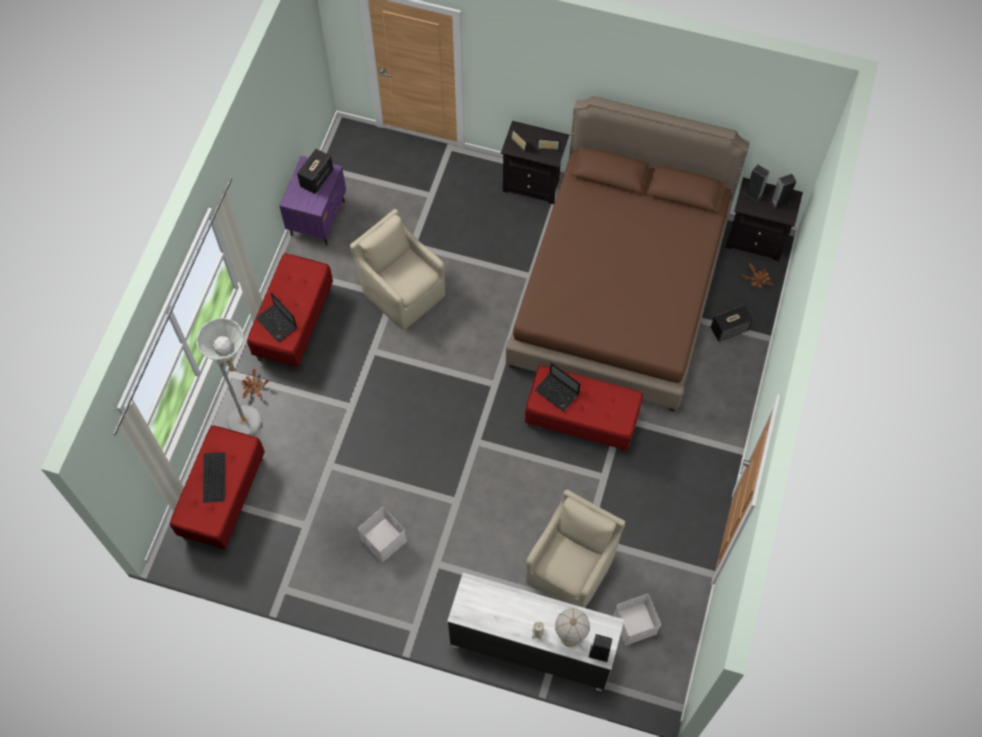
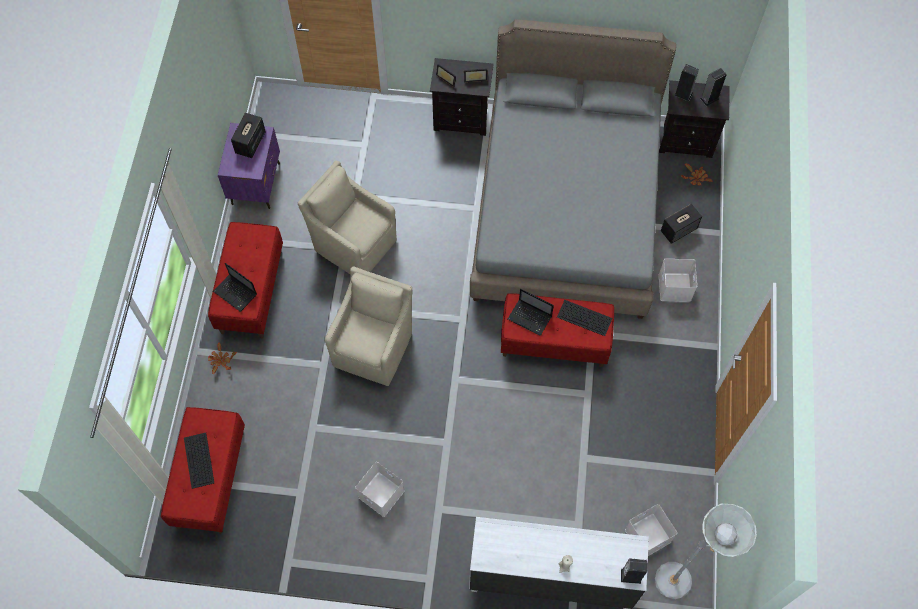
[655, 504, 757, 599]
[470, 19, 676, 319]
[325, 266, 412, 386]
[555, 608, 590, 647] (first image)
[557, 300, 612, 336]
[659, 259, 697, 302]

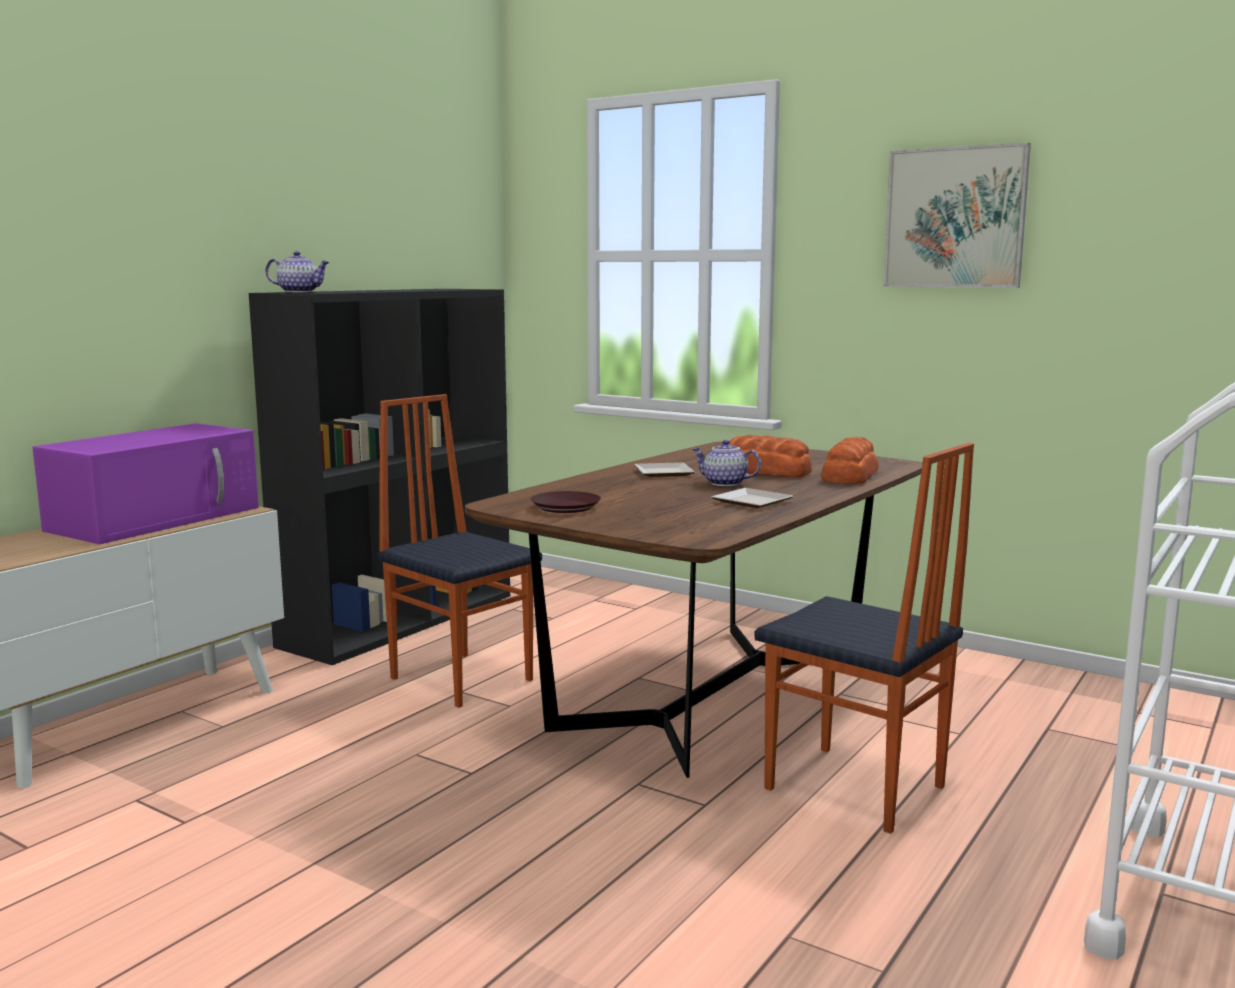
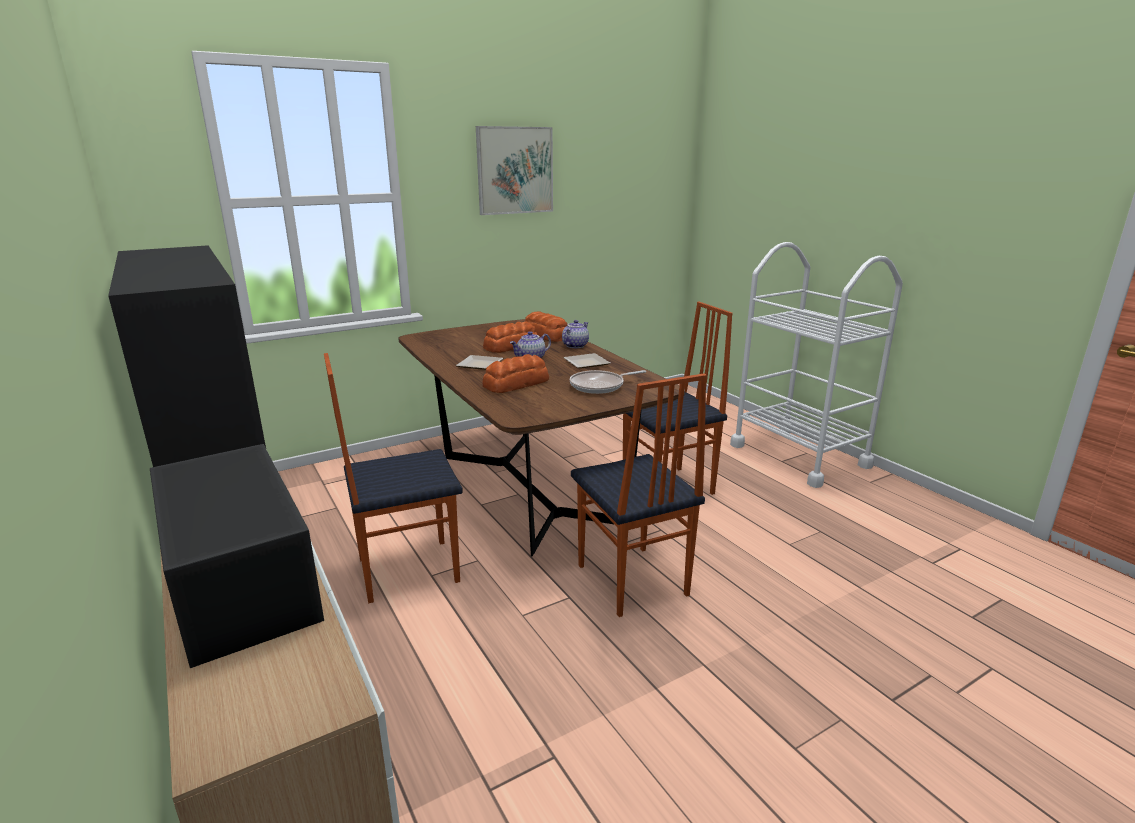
[150, 444, 324, 668]
[562, 320, 589, 348]
[531, 491, 601, 513] (first image)
[482, 354, 549, 393]
[570, 370, 646, 394]
[571, 374, 707, 617]

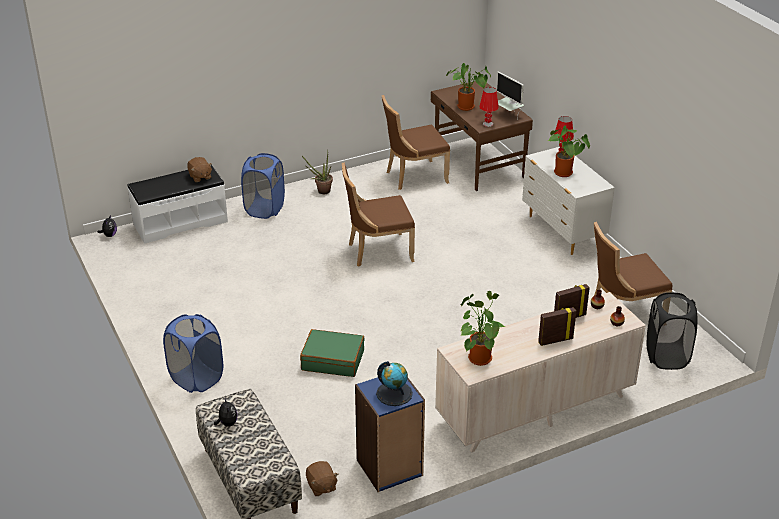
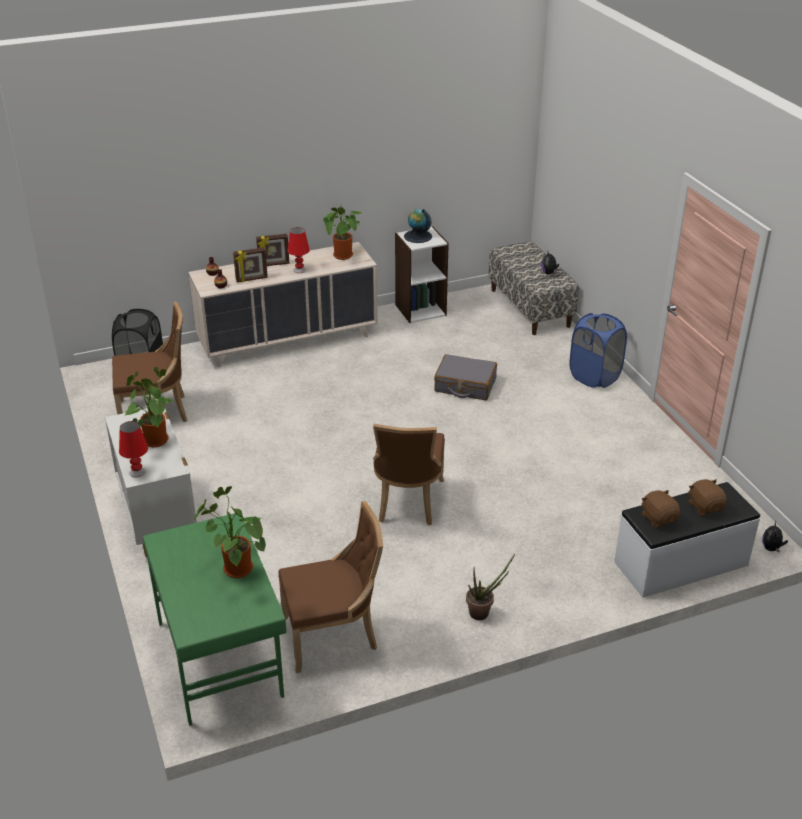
[241, 153, 285, 219] (first image)
[434, 354, 497, 400]
[688, 479, 727, 515]
[373, 424, 445, 525]
[395, 226, 449, 323]
[143, 513, 287, 726]
[287, 227, 310, 273]
[496, 71, 524, 120] (first image)

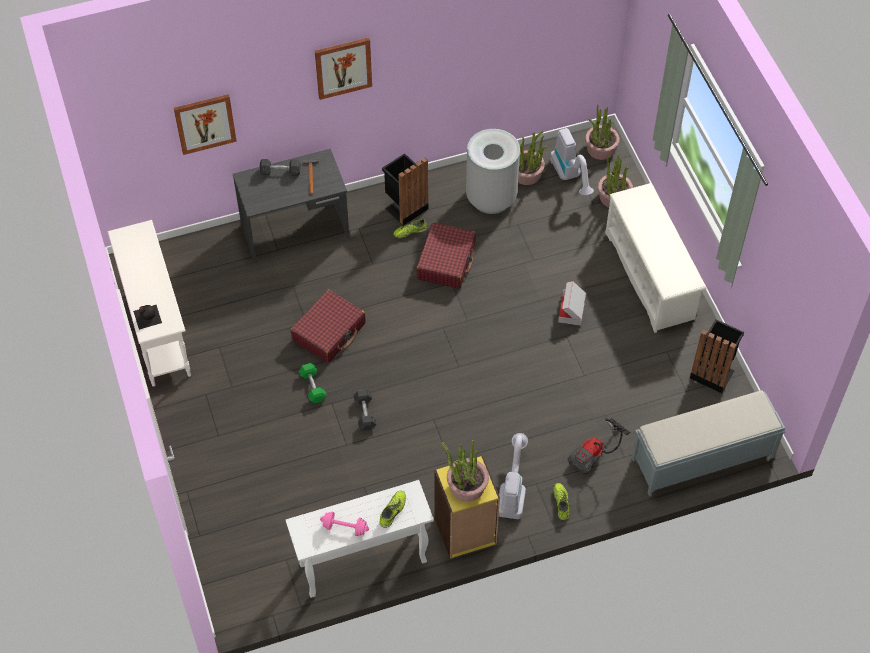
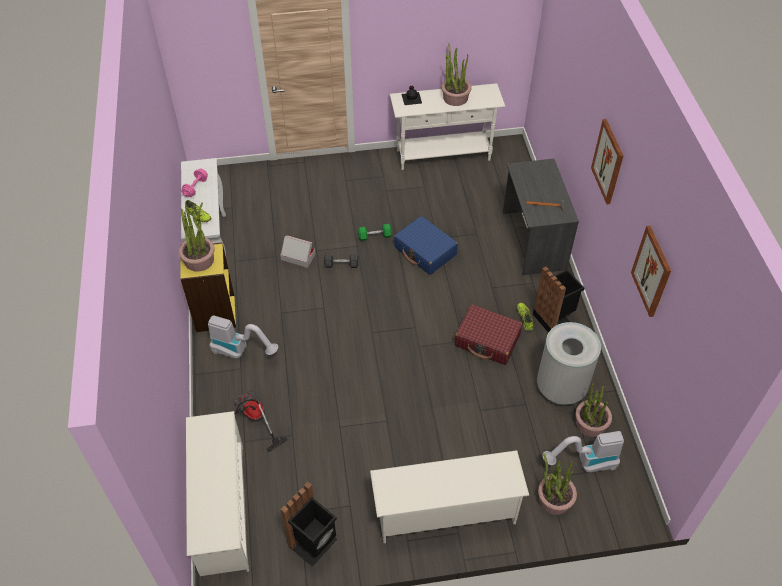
[631, 226, 671, 317]
[260, 159, 301, 176] (first image)
[394, 216, 458, 275]
[553, 483, 569, 520] (first image)
[280, 235, 315, 268]
[441, 43, 472, 106]
[186, 411, 249, 576]

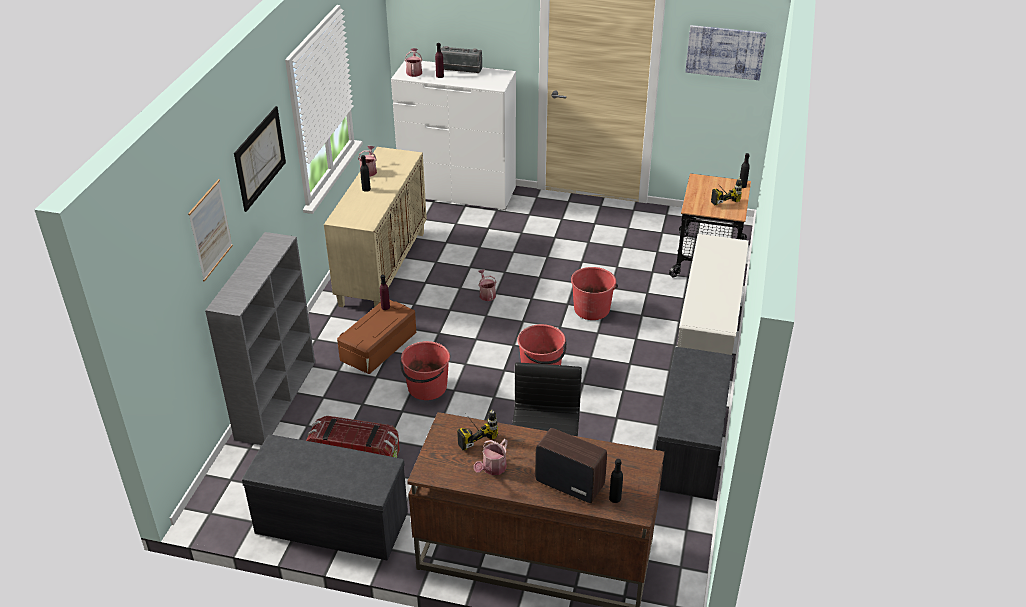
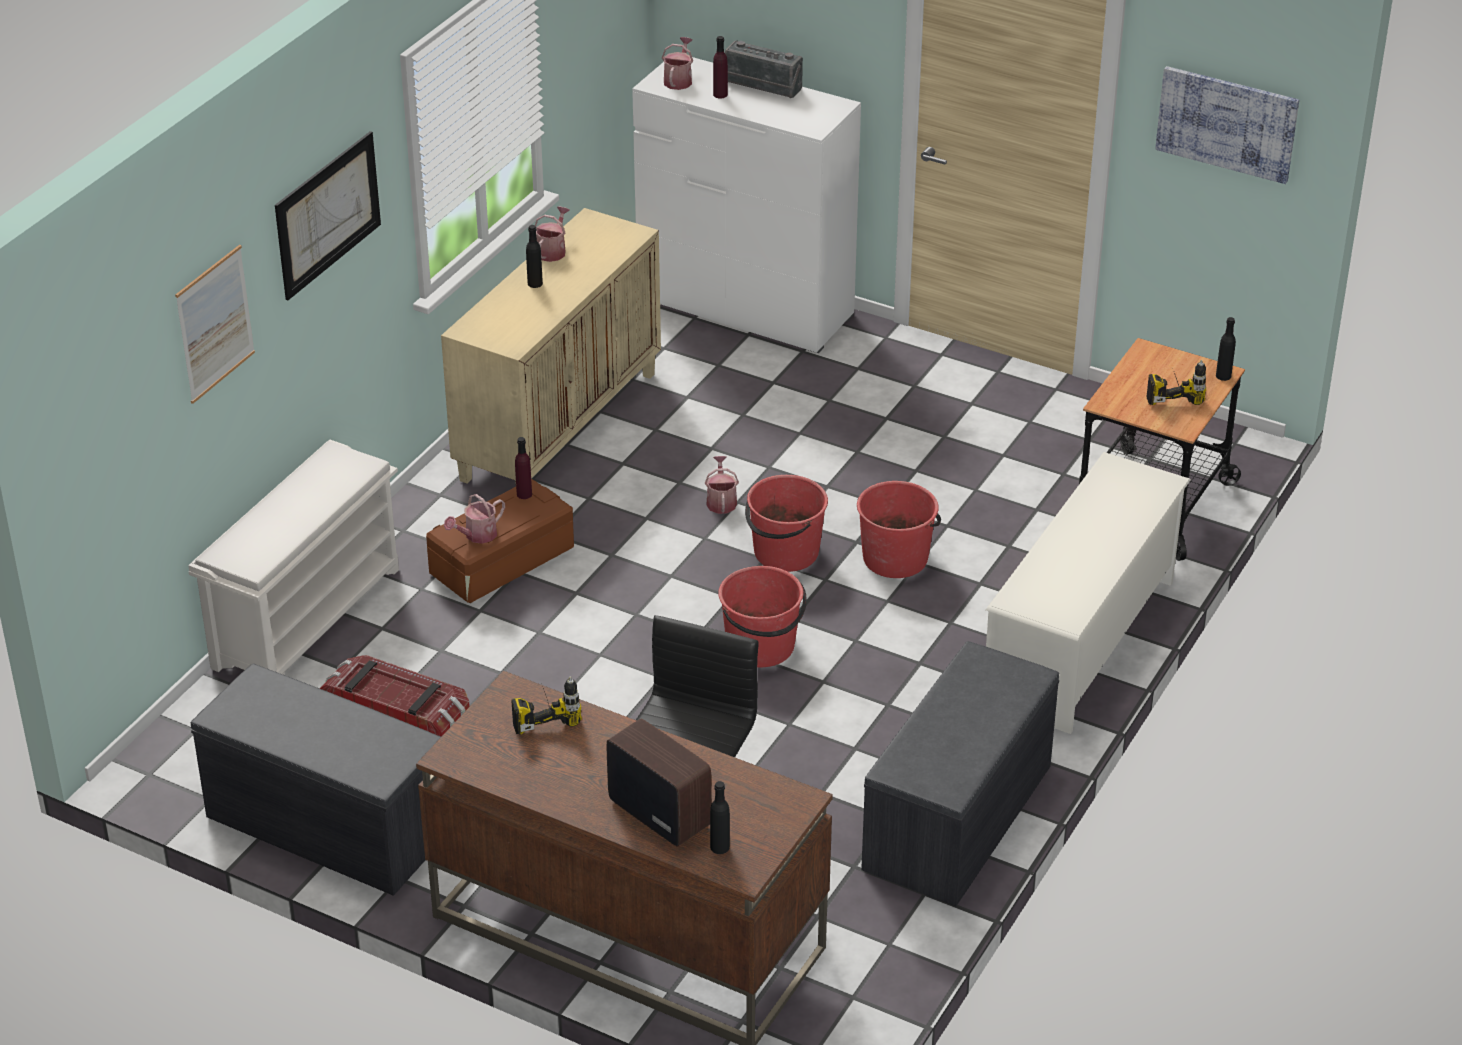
[188, 439, 399, 675]
[745, 475, 828, 572]
[444, 494, 505, 544]

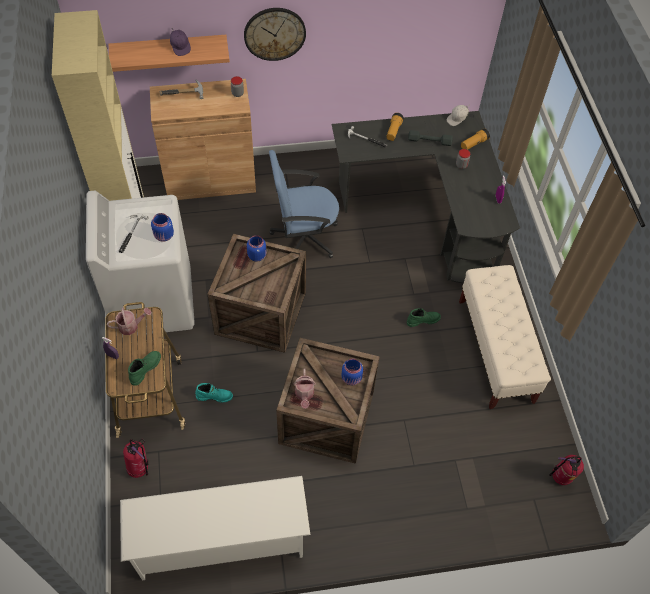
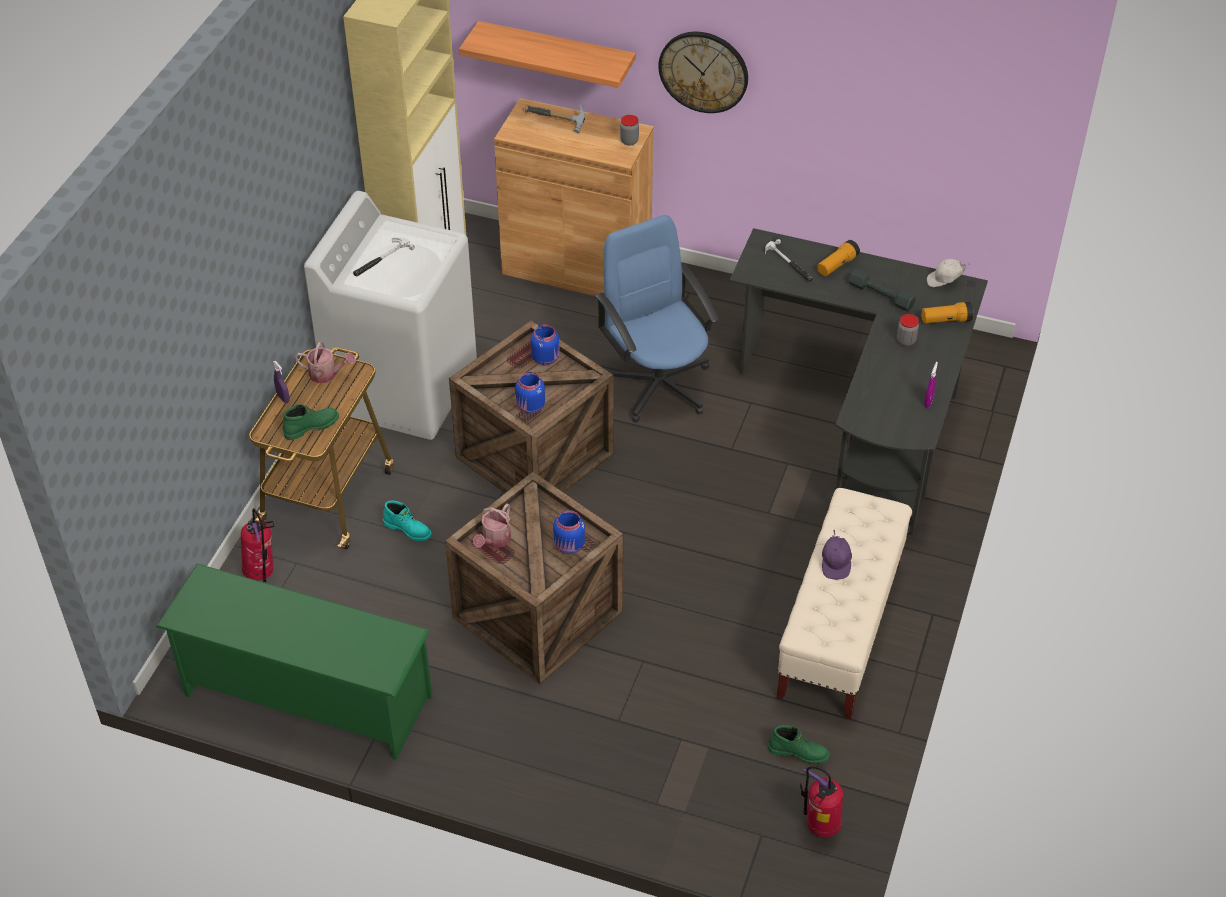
[156, 564, 433, 760]
[515, 372, 545, 414]
[822, 530, 852, 580]
[596, 215, 719, 423]
[768, 725, 830, 764]

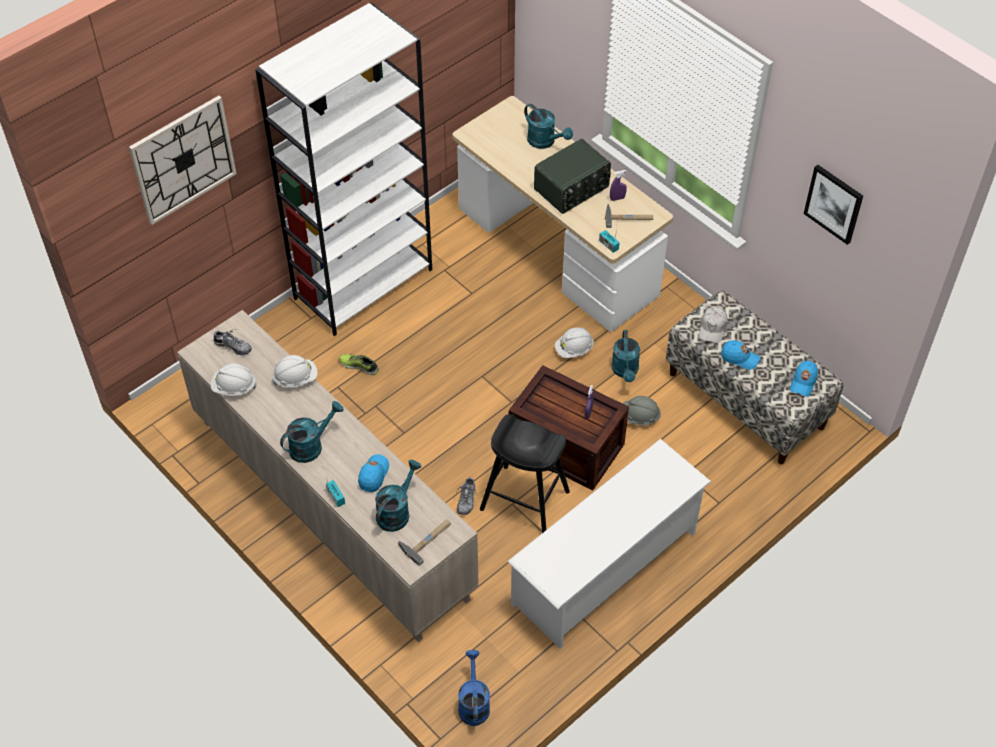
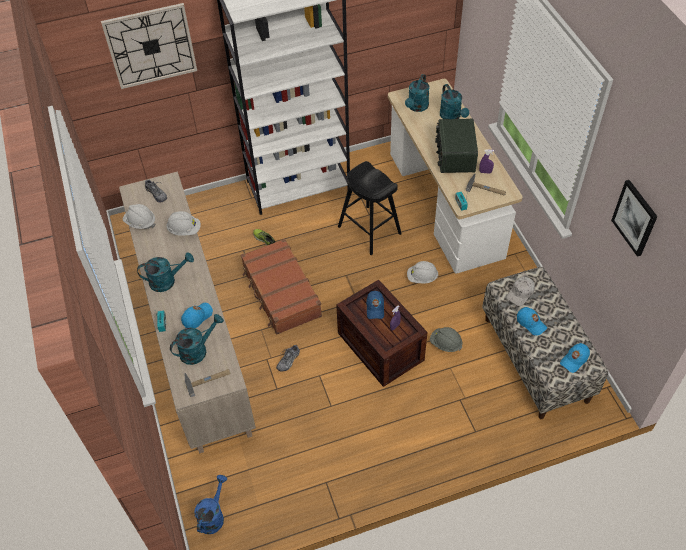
[338, 161, 402, 255]
[507, 439, 711, 649] (first image)
[435, 119, 478, 173]
[405, 74, 430, 112]
[241, 238, 322, 334]
[366, 291, 384, 319]

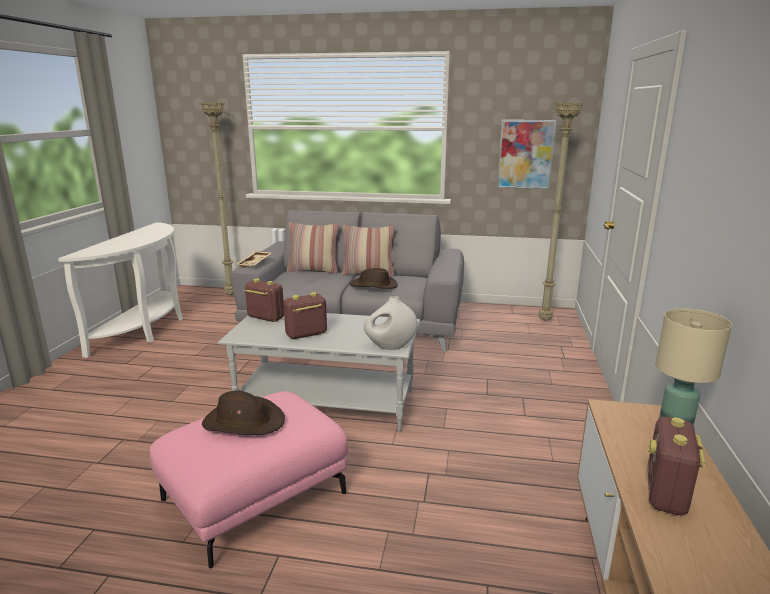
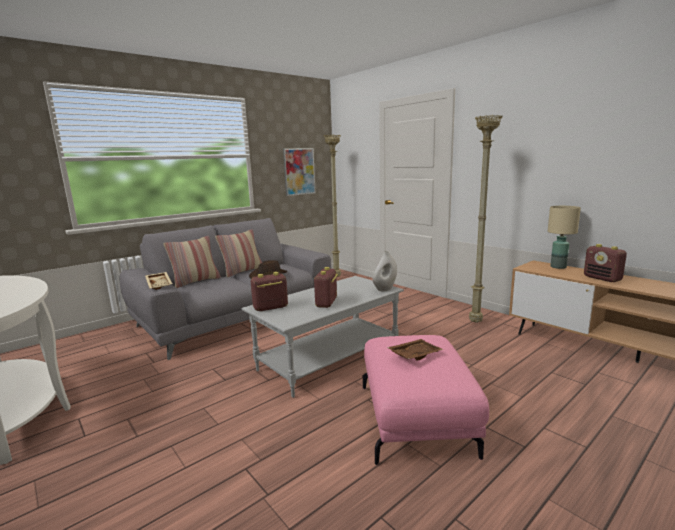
[469, 115, 502, 323]
[387, 339, 444, 361]

